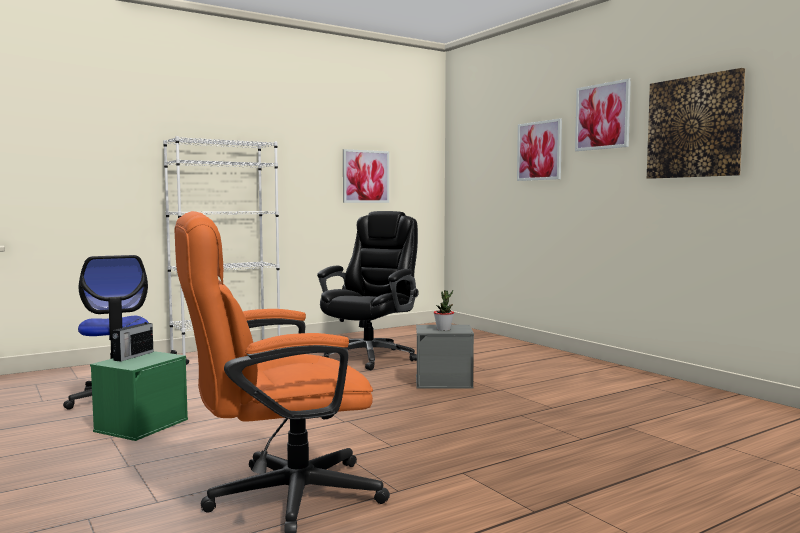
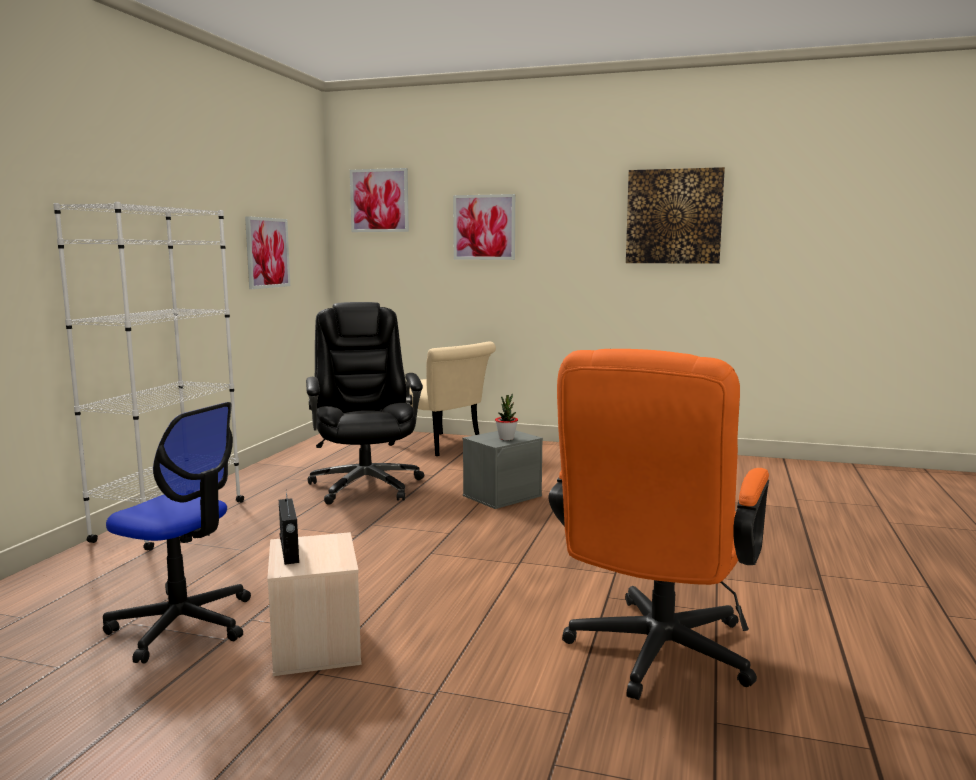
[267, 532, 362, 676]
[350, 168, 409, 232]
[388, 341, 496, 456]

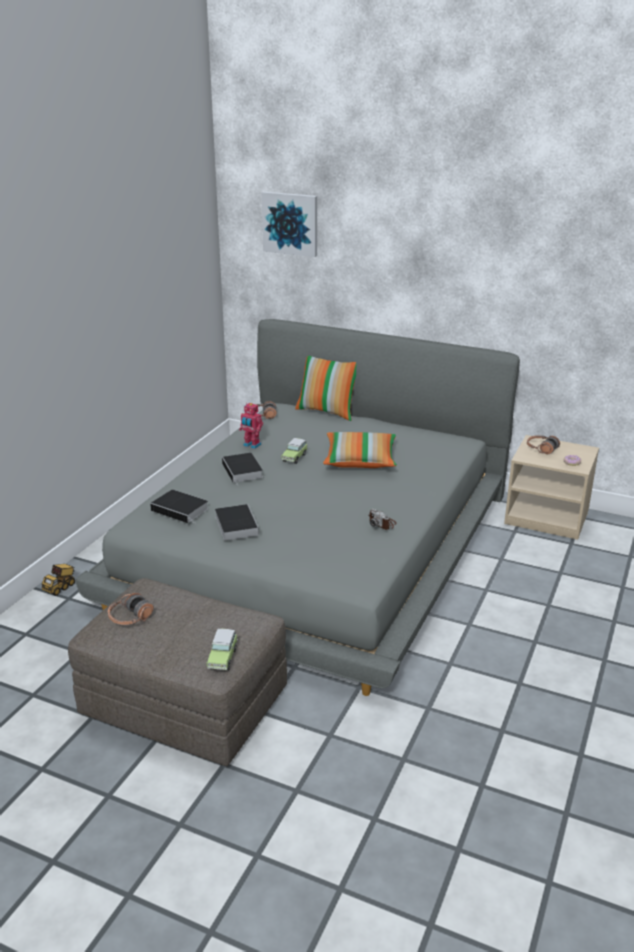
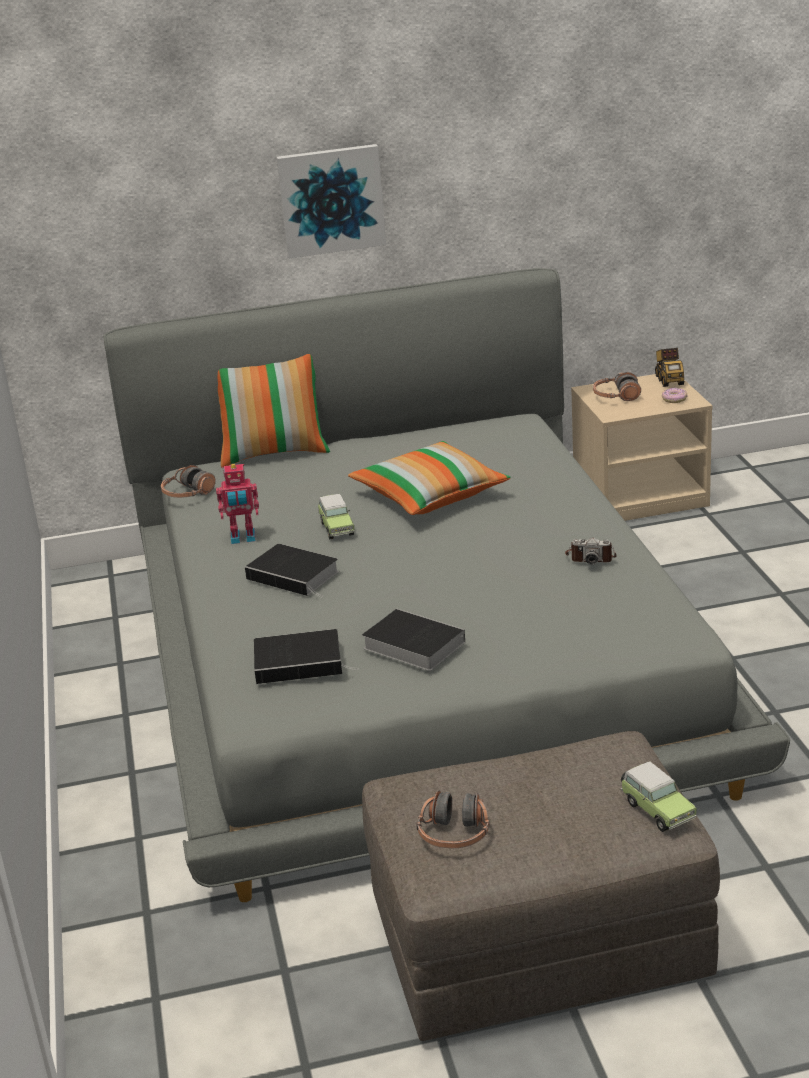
[655, 348, 684, 387]
[277, 144, 386, 258]

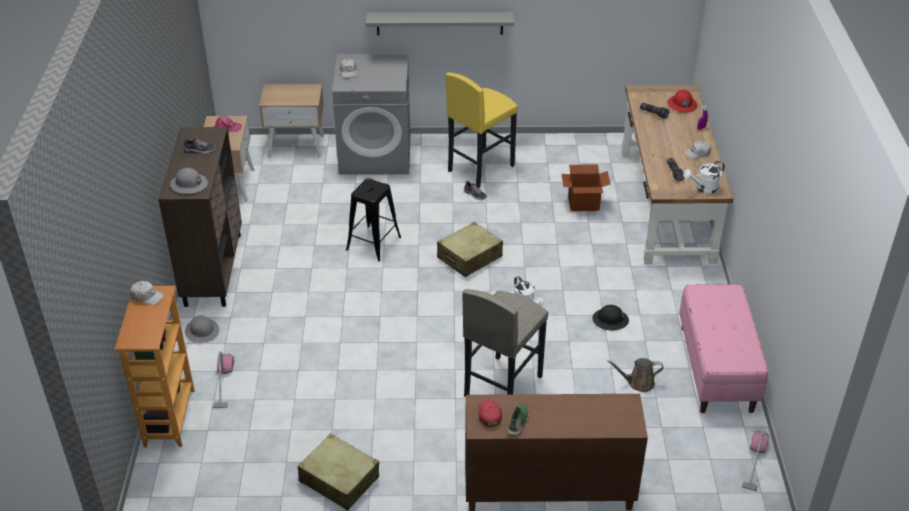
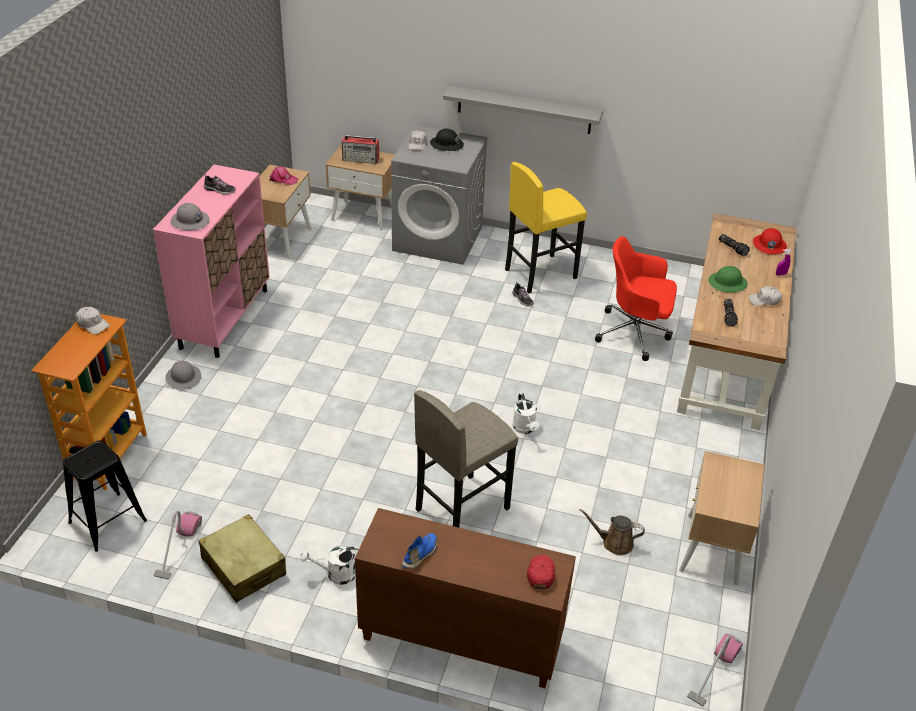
[153, 165, 270, 358]
[153, 511, 202, 579]
[63, 440, 147, 552]
[437, 222, 503, 277] (first image)
[527, 555, 555, 589]
[402, 533, 437, 569]
[595, 236, 677, 361]
[430, 128, 464, 151]
[679, 451, 764, 585]
[300, 545, 359, 585]
[342, 135, 379, 164]
[708, 266, 748, 293]

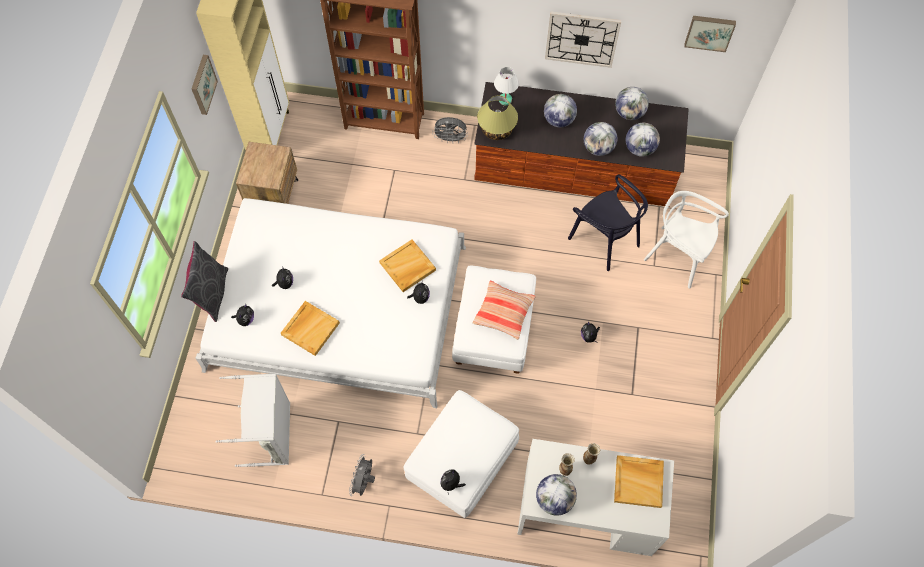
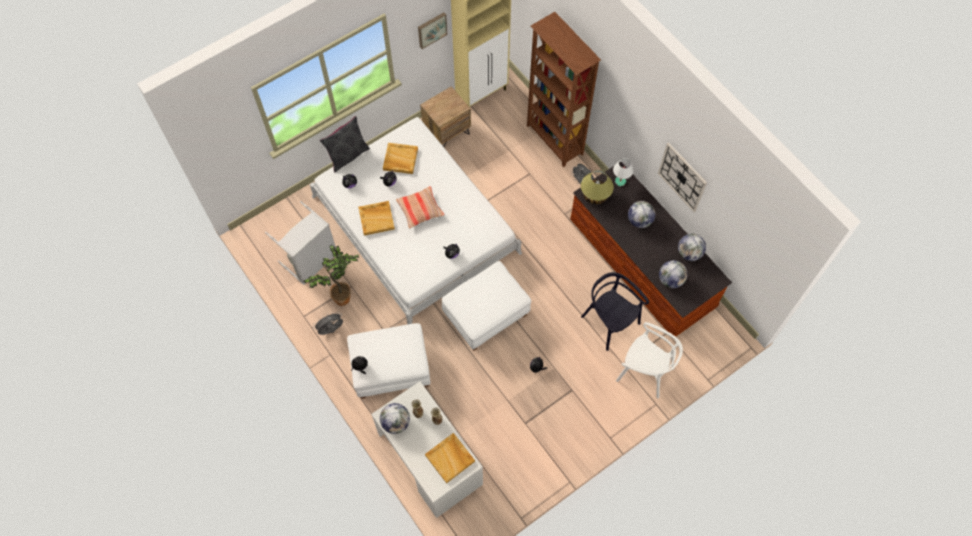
[383, 143, 418, 174]
[396, 186, 444, 229]
[581, 272, 649, 351]
[584, 122, 617, 156] (first image)
[616, 322, 683, 399]
[684, 16, 736, 52] (first image)
[303, 245, 360, 306]

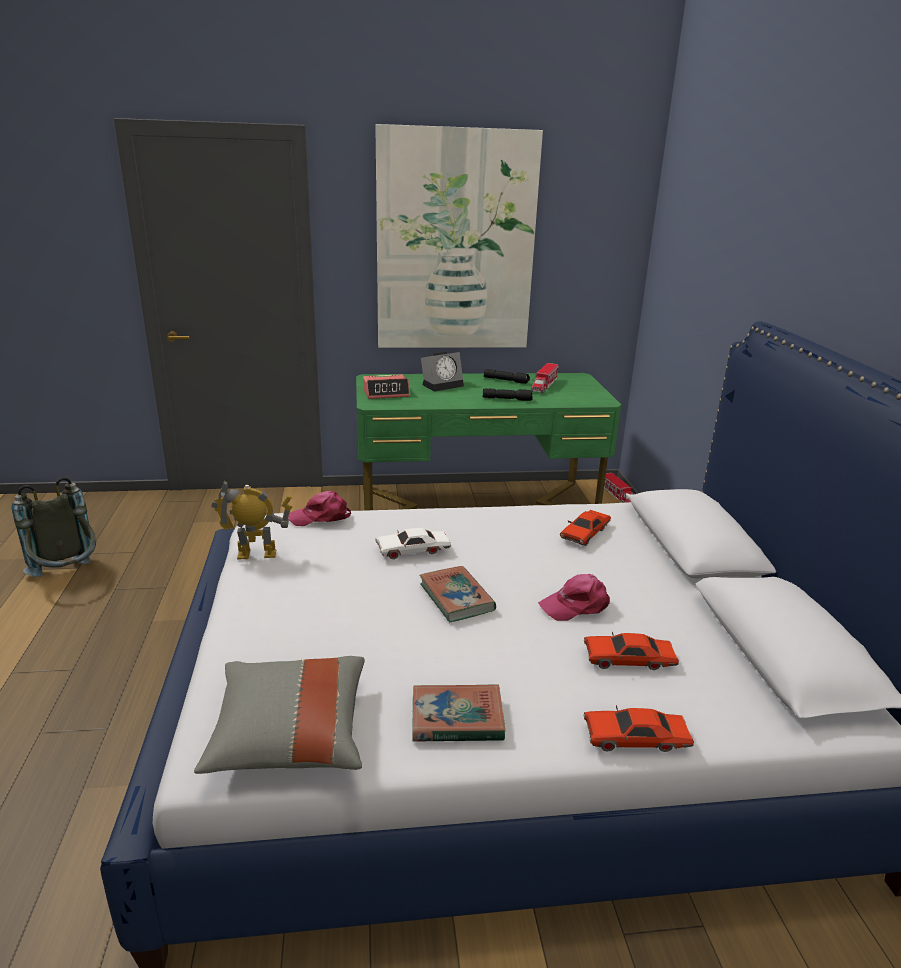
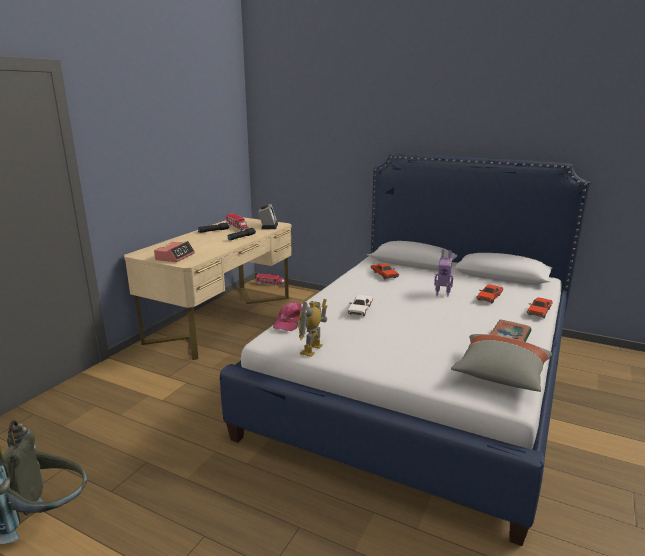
[124, 217, 292, 360]
[375, 124, 543, 348] (first image)
[419, 566, 496, 622] (first image)
[258, 204, 278, 229]
[434, 250, 453, 297]

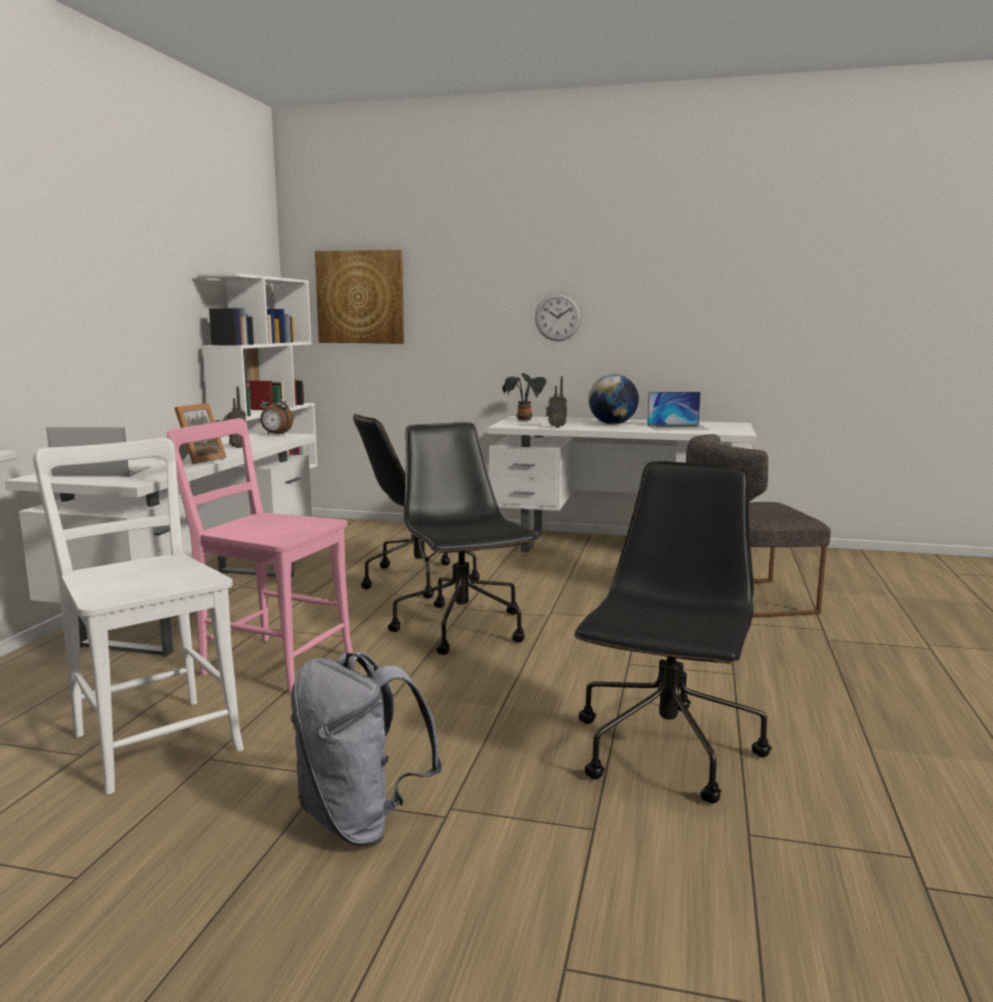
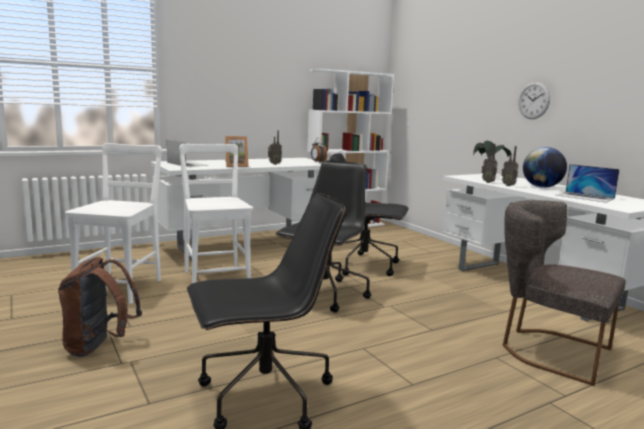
[179, 144, 253, 283]
[58, 257, 142, 357]
[315, 250, 404, 344] (first image)
[501, 146, 518, 186]

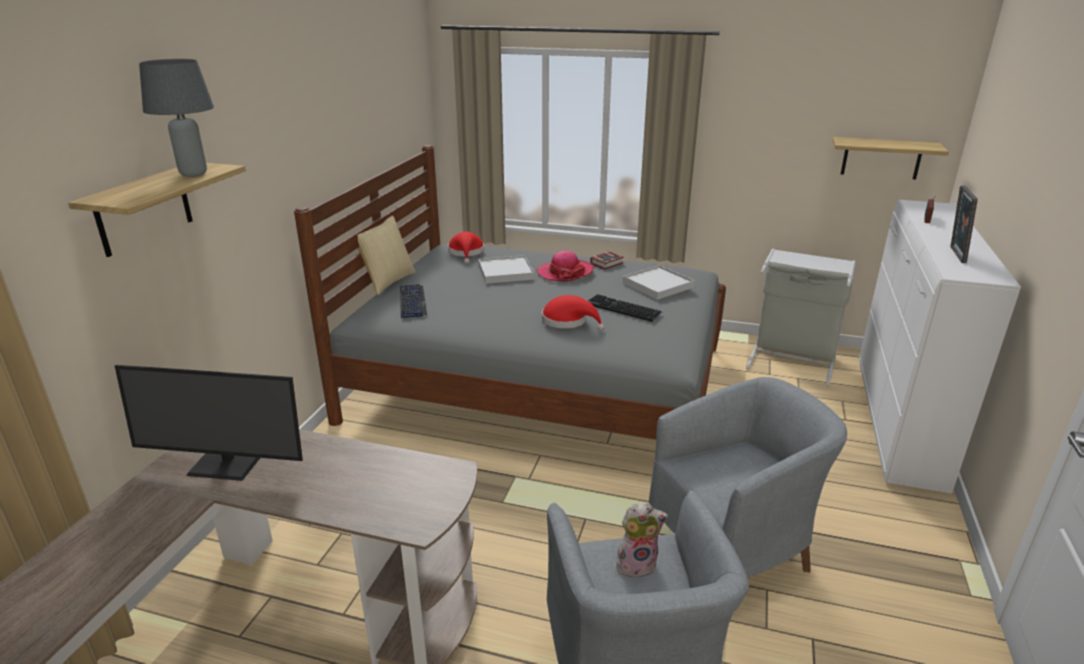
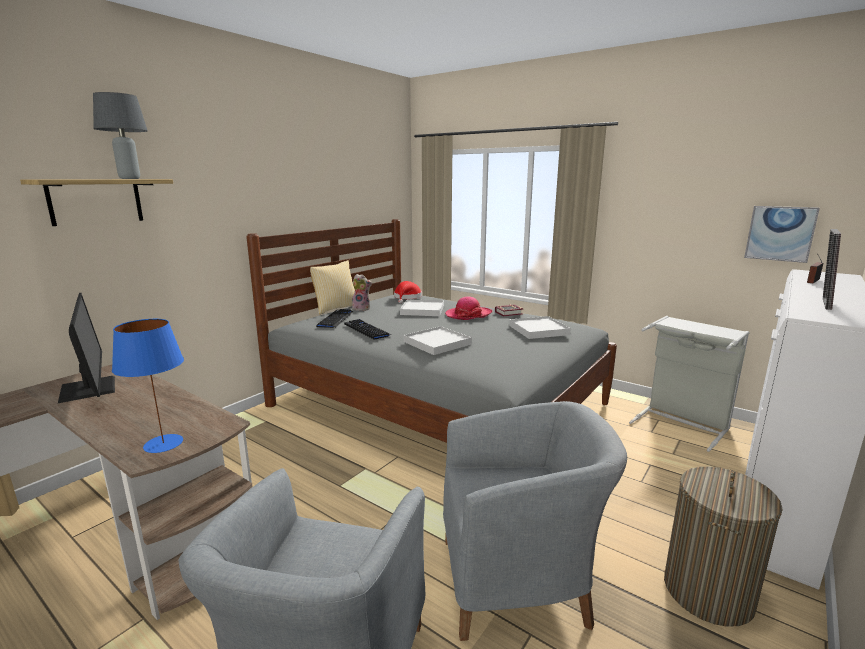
[58, 293, 115, 403]
[404, 326, 472, 355]
[344, 319, 392, 340]
[352, 274, 372, 311]
[744, 206, 820, 263]
[112, 319, 184, 453]
[664, 467, 783, 627]

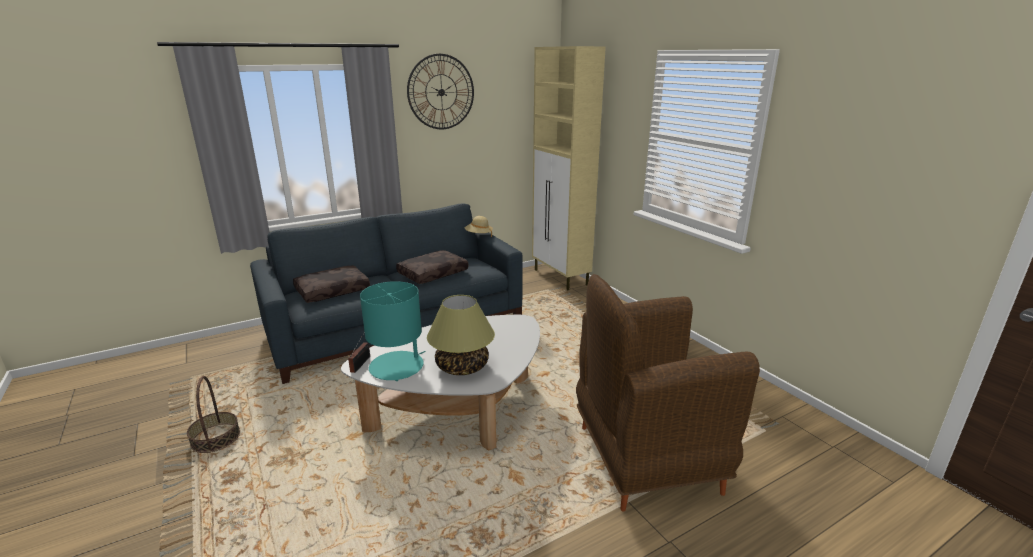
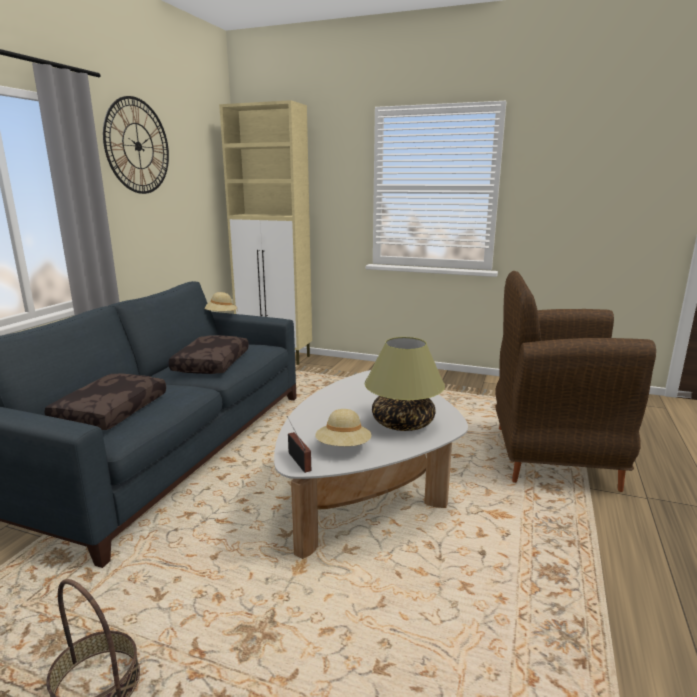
[315, 409, 371, 446]
[495, 271, 656, 492]

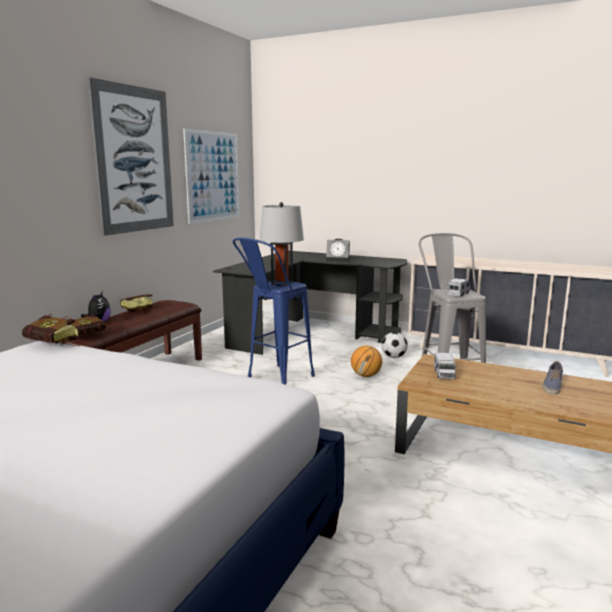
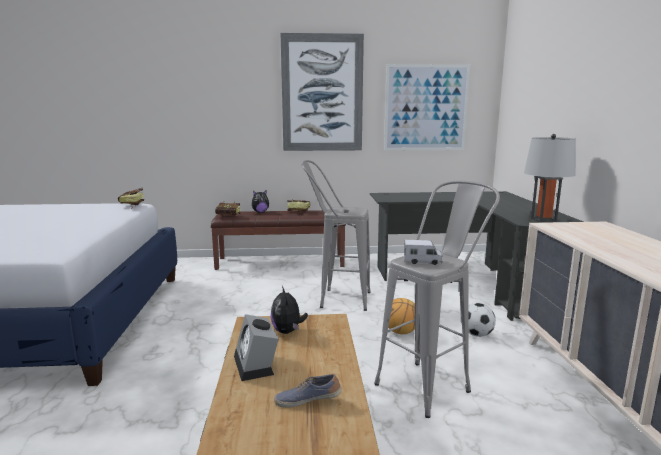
[301, 160, 371, 311]
[524, 134, 576, 223]
[234, 314, 279, 381]
[271, 286, 308, 334]

